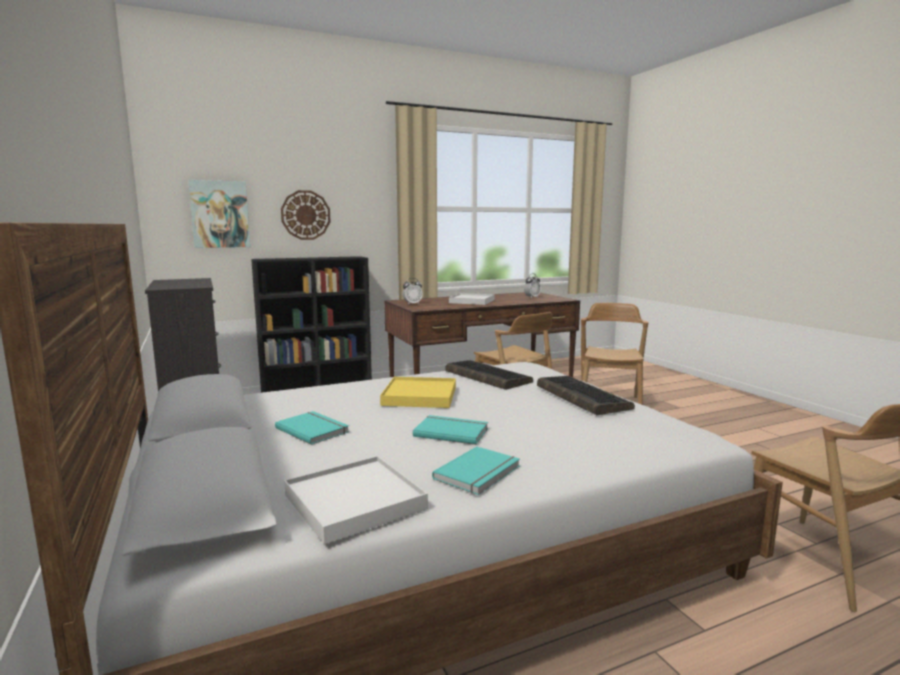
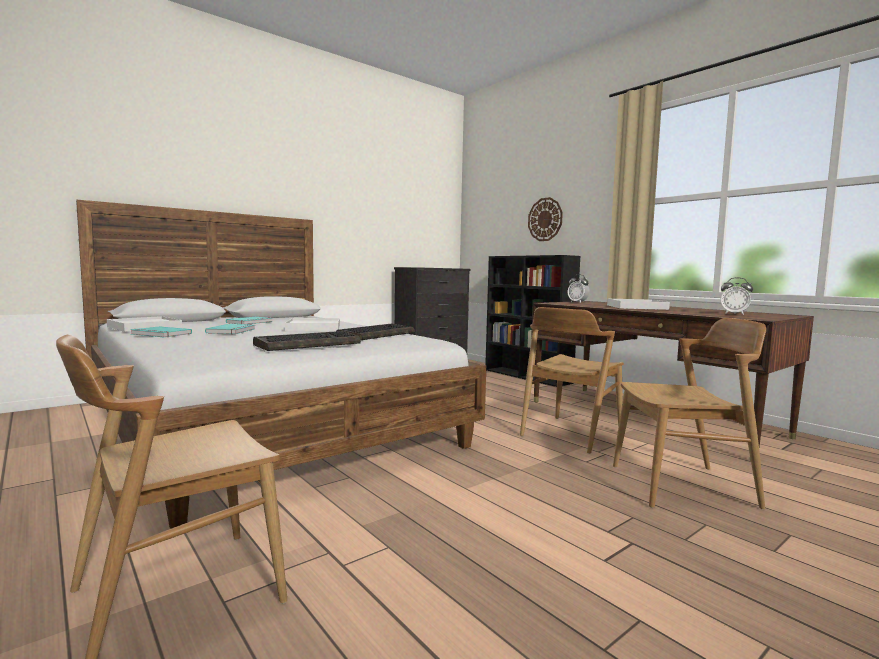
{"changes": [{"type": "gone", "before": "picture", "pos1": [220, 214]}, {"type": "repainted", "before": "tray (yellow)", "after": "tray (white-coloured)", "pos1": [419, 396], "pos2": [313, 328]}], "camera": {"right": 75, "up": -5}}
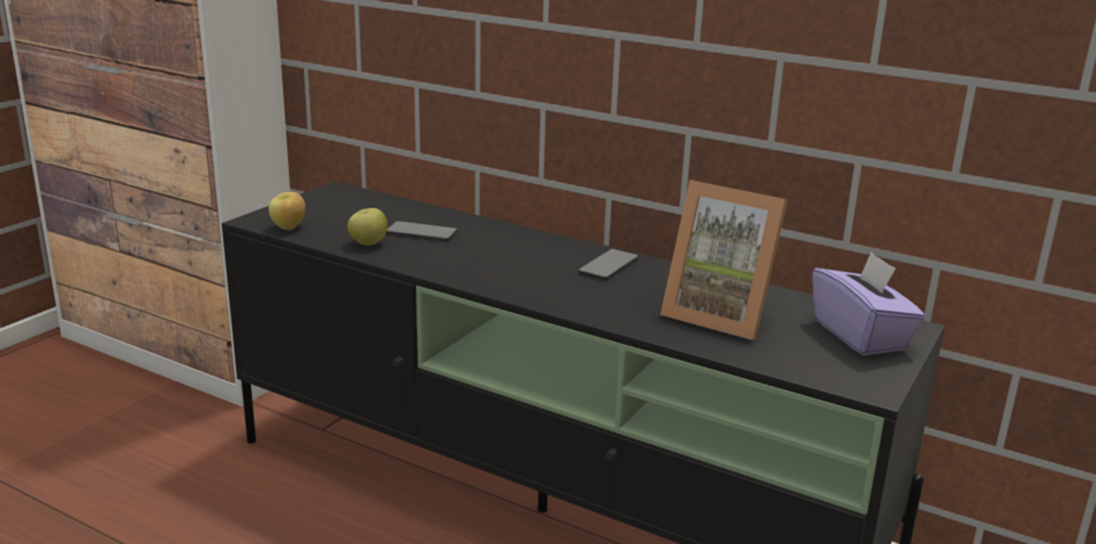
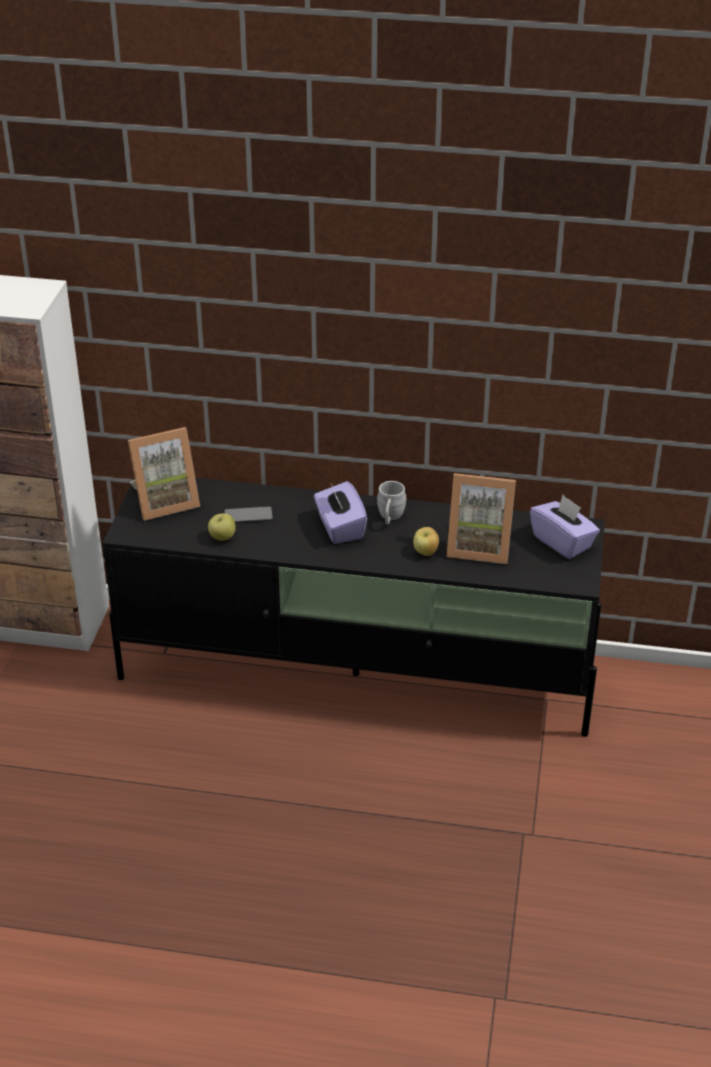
{"changes": [{"type": "shifted", "before": "whole apple", "pos1": [288, 228], "pos2": [426, 552]}, {"type": "swapped", "before": "phone", "after": "coffee mug (gray)", "pos1": [608, 266], "pos2": [390, 517]}, {"type": "new", "after": "photo frame", "pos2": [164, 501]}, {"type": "new", "after": "tissue holder (purple)", "pos2": [339, 528]}], "camera": {"right": -20, "up": 15}}
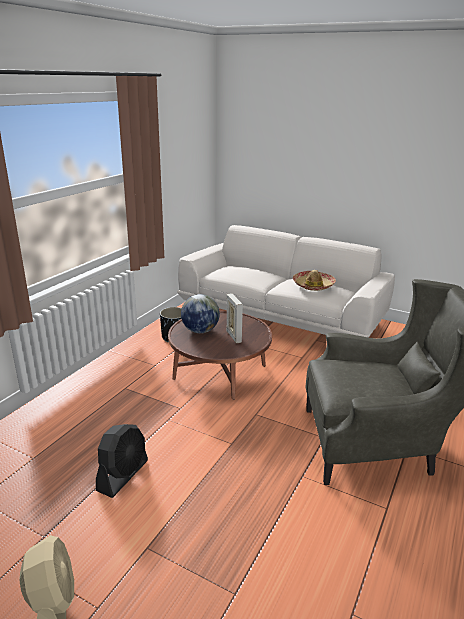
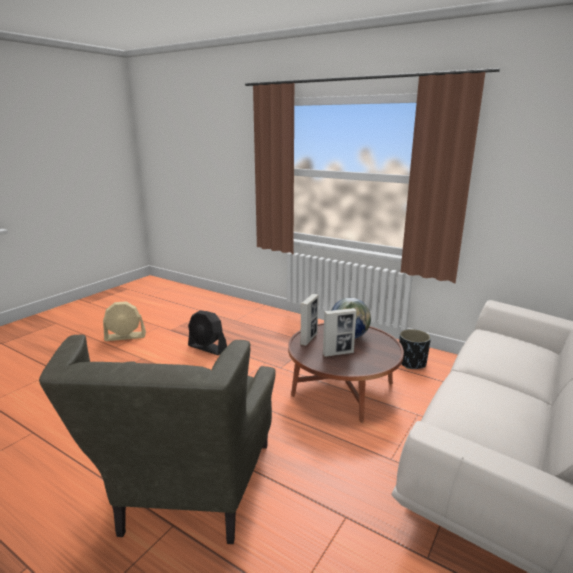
{"changes": [{"type": "gone", "before": "wearable hat", "pos1": [313, 285]}, {"type": "new", "after": "photo frame", "pos2": [308, 339]}], "camera": {"right": 95, "up": -5}}
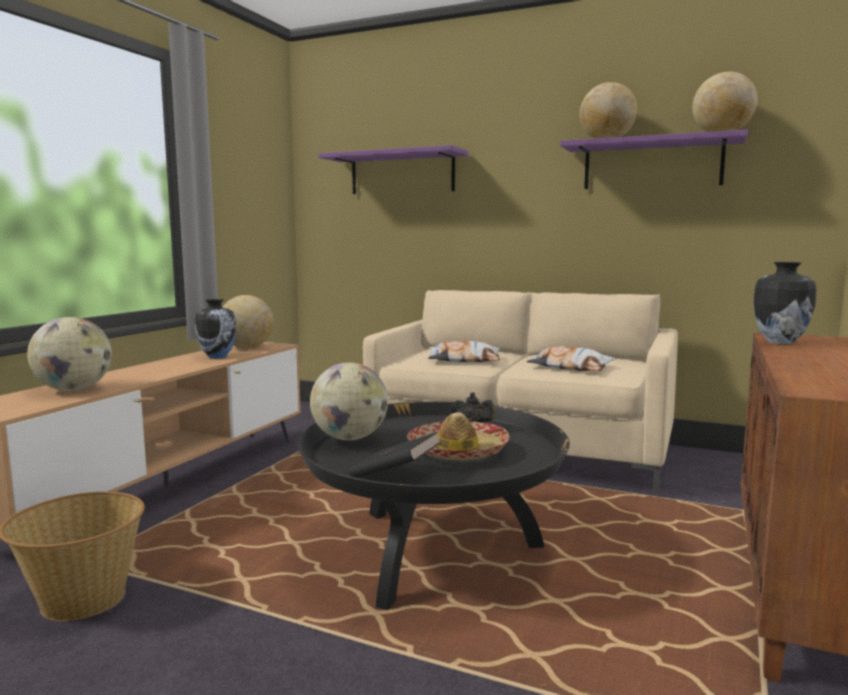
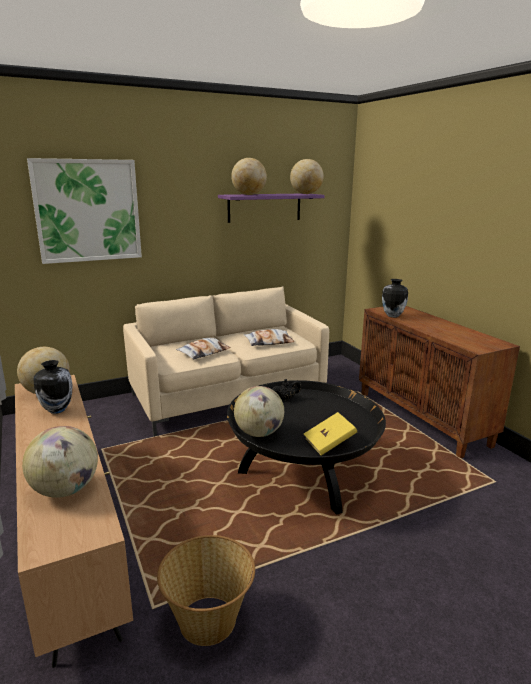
{"changes": [{"type": "swapped", "before": "shelf (purple)", "after": "picture", "pos1": [402, 173], "pos2": [88, 211]}, {"type": "gone", "before": "wearable hat", "pos1": [458, 451]}, {"type": "repainted", "before": "bound book (blackish)", "after": "bound book (yellow)", "pos1": [395, 475], "pos2": [329, 443]}], "camera": {"right": -50, "up": 10}}
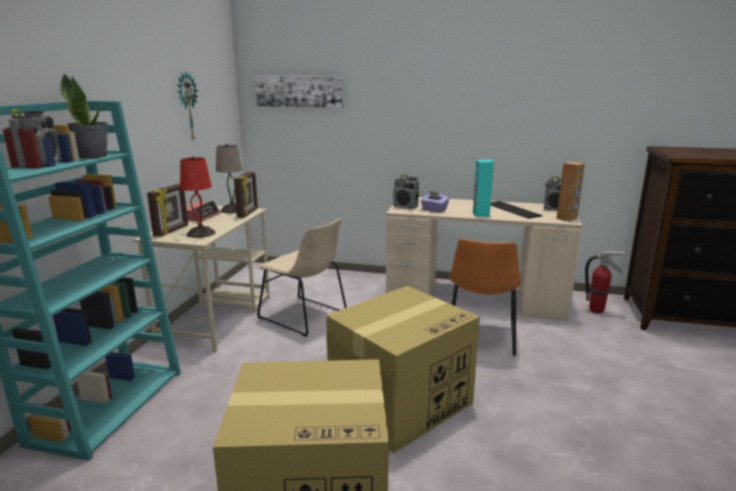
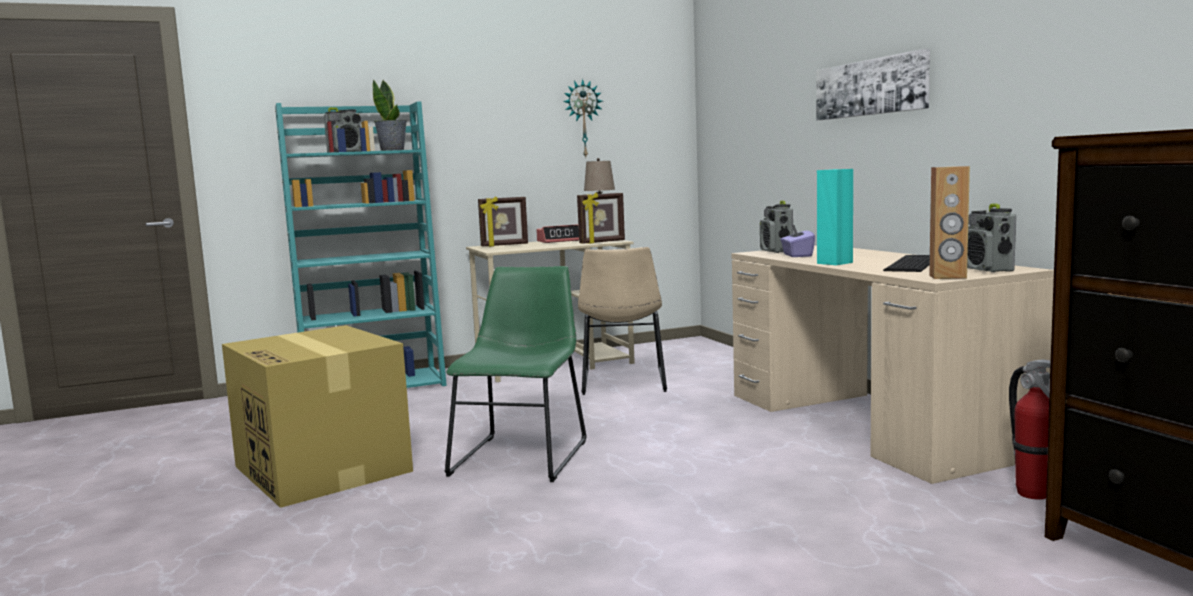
{"changes": [{"type": "shifted", "before": "picture", "pos1": [299, 91], "pos2": [871, 87]}, {"type": "gone", "before": "table lamp (reddish)", "pos1": [201, 233]}, {"type": "gone", "before": "chair (orangey)", "pos1": [480, 336]}, {"type": "swapped", "before": "packing box", "after": "chair (green-coloured)", "pos1": [401, 401], "pos2": [522, 455]}], "camera": {"right": 55, "up": -10}}
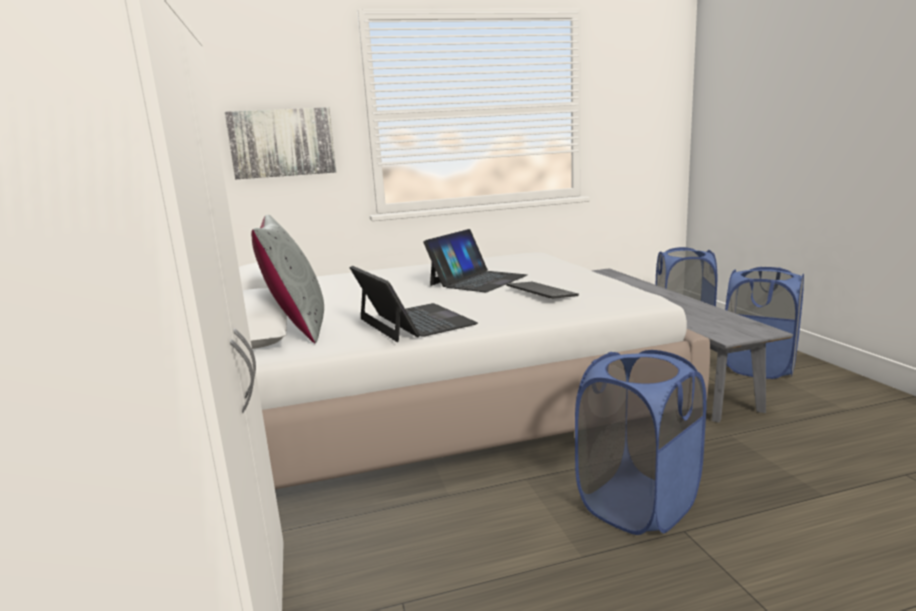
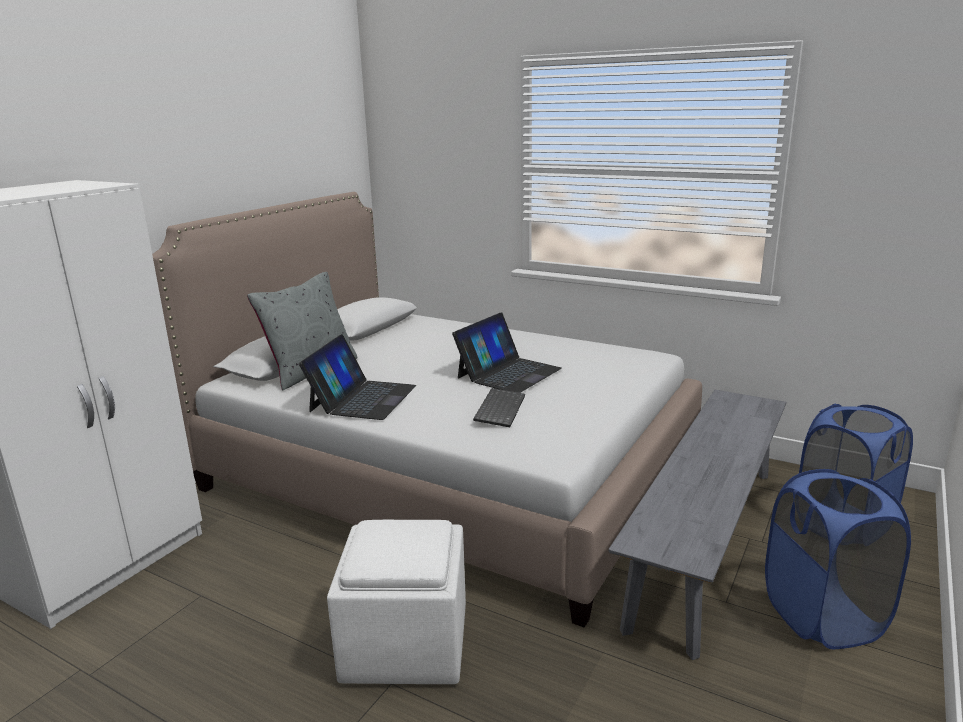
{"changes": [{"type": "gone", "before": "picture", "pos1": [282, 143]}, {"type": "rotated", "before": "portable computer", "pos1": [478, 280], "pos2": [508, 373], "turn": -45}, {"type": "swapped", "before": "hamper (bluish)", "after": "ottoman (white-coloured)", "pos1": [637, 504], "pos2": [407, 643]}], "camera": {"right": 45, "up": 5}}
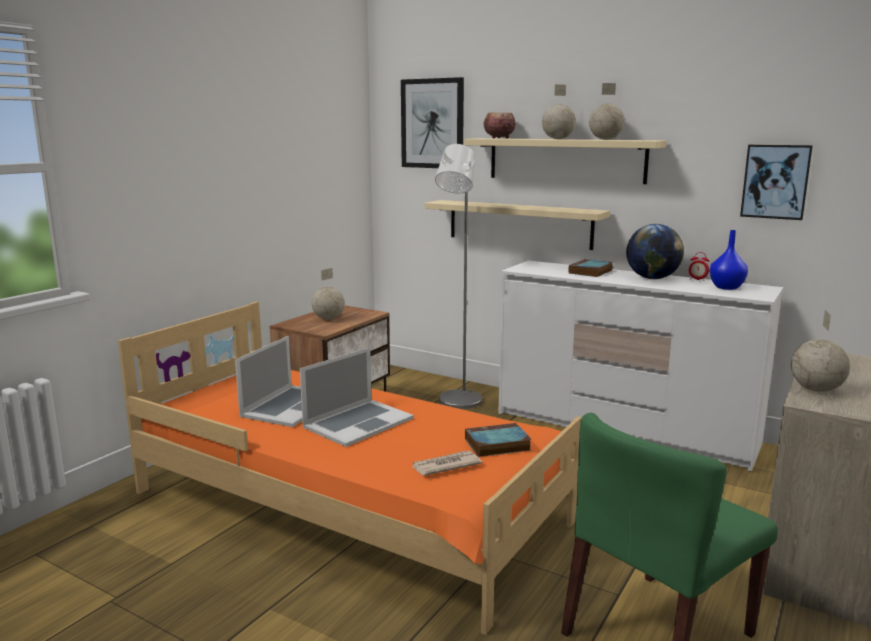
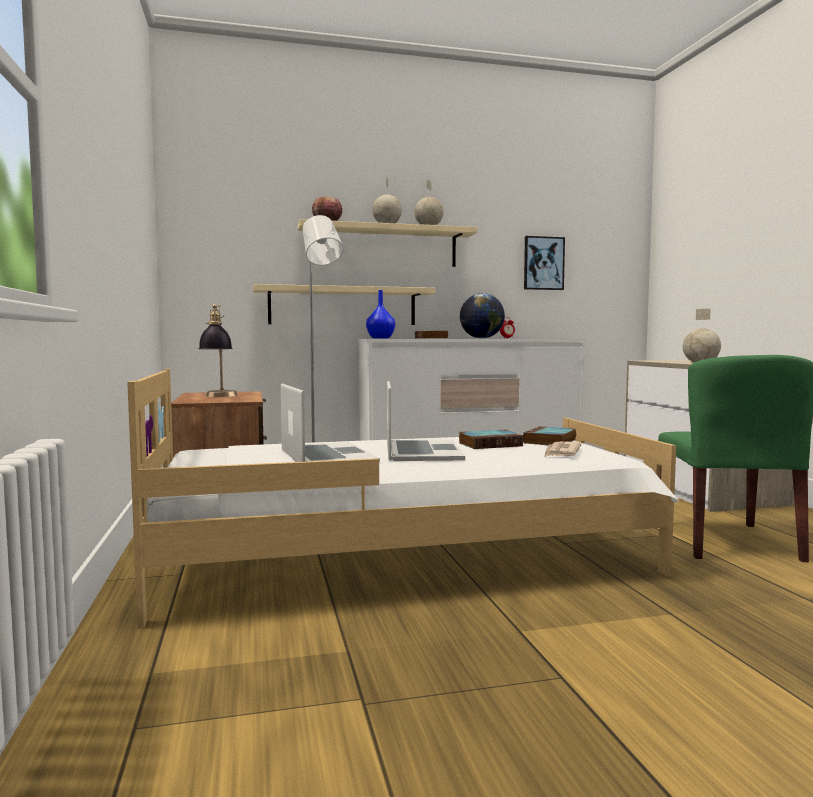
{"changes": [{"type": "gone", "before": "picture", "pos1": [432, 124]}, {"type": "shifted", "before": "vase (bluish)", "pos1": [726, 287], "pos2": [380, 338]}, {"type": "swapped", "before": "desk globe", "after": "table lamp", "pos1": [329, 319], "pos2": [219, 396]}, {"type": "repainted", "before": "bed (orangey)", "after": "bed (white-coloured)", "pos1": [351, 506], "pos2": [404, 557]}, {"type": "new", "after": "bound book", "pos2": [491, 444]}], "camera": {"right": -45, "up": -10}}
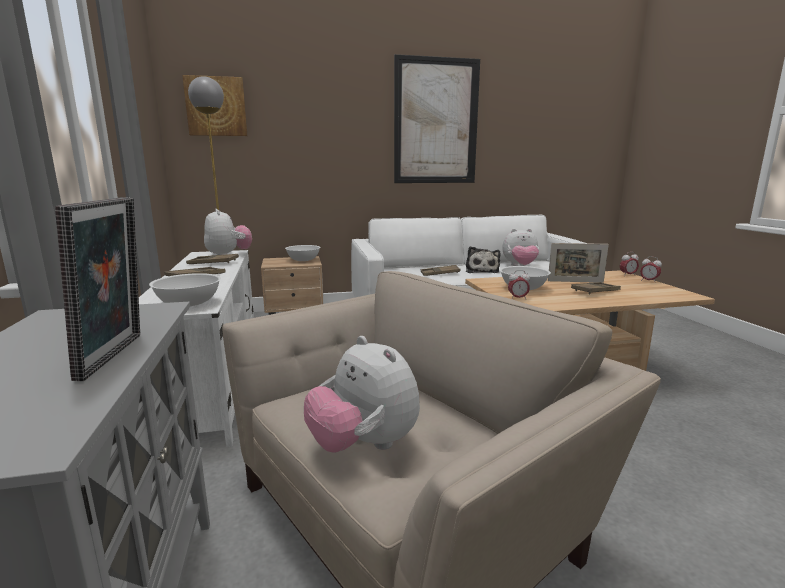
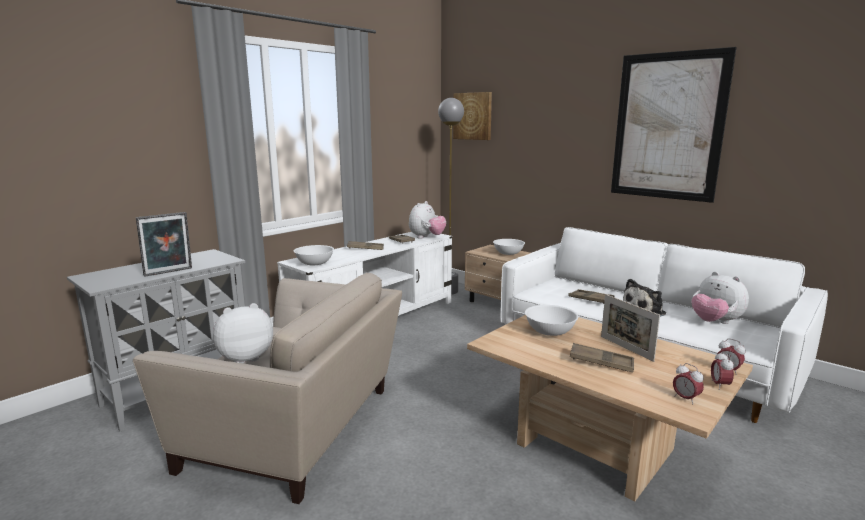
{"changes": [{"type": "shifted", "before": "table clock", "pos1": [517, 298], "pos2": [685, 399]}, {"type": "rotated", "before": "cuddly toy", "pos1": [363, 445], "pos2": [245, 358], "turn": 45}], "camera": {"right": 55, "up": 0}}
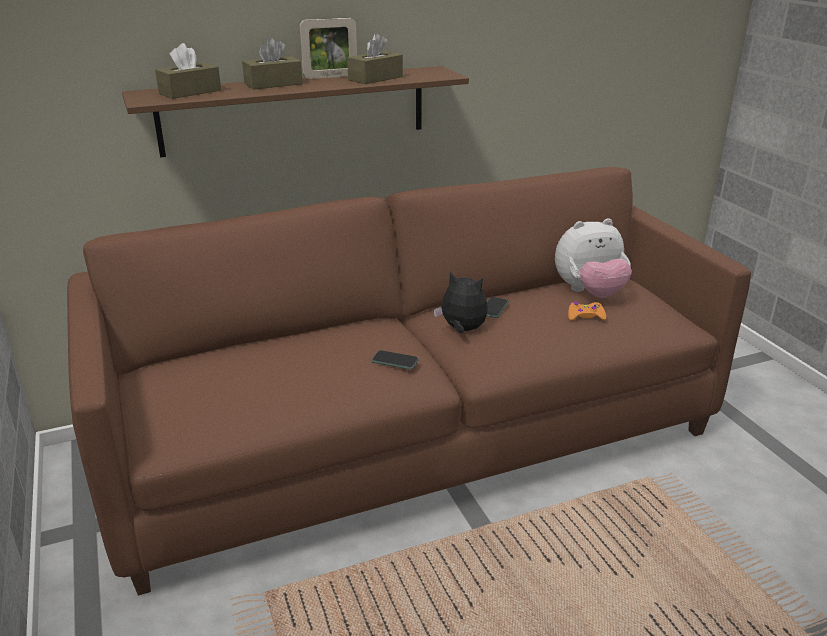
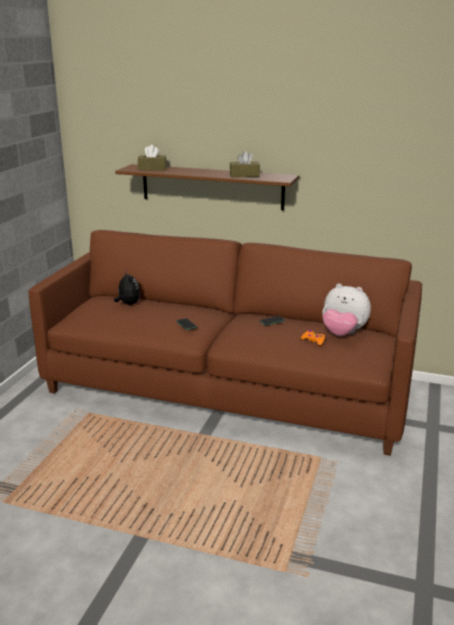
{"changes": [{"type": "gone", "before": "photo frame", "pos1": [330, 77]}, {"type": "gone", "before": "tissue holder (brown)", "pos1": [273, 84]}, {"type": "shifted", "before": "cuddly toy", "pos1": [462, 330], "pos2": [128, 304]}], "camera": {"right": 40, "up": -5}}
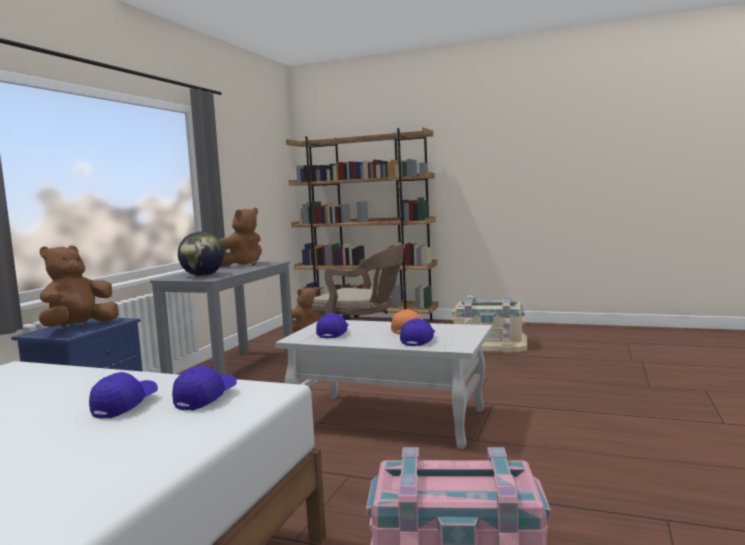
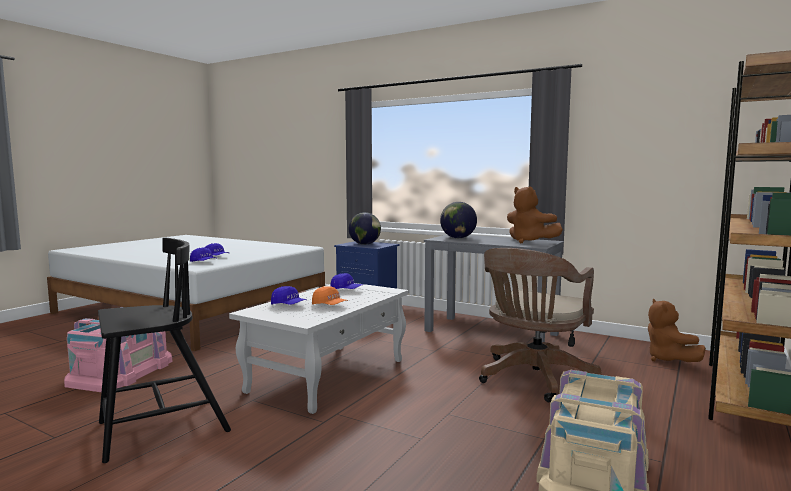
{"changes": [{"type": "swapped", "before": "cuddly toy (brown)", "after": "desk globe", "pos1": [79, 327], "pos2": [365, 244]}, {"type": "new", "after": "chair (blackish)", "pos2": [160, 428]}], "camera": {"right": 100, "up": 0}}
